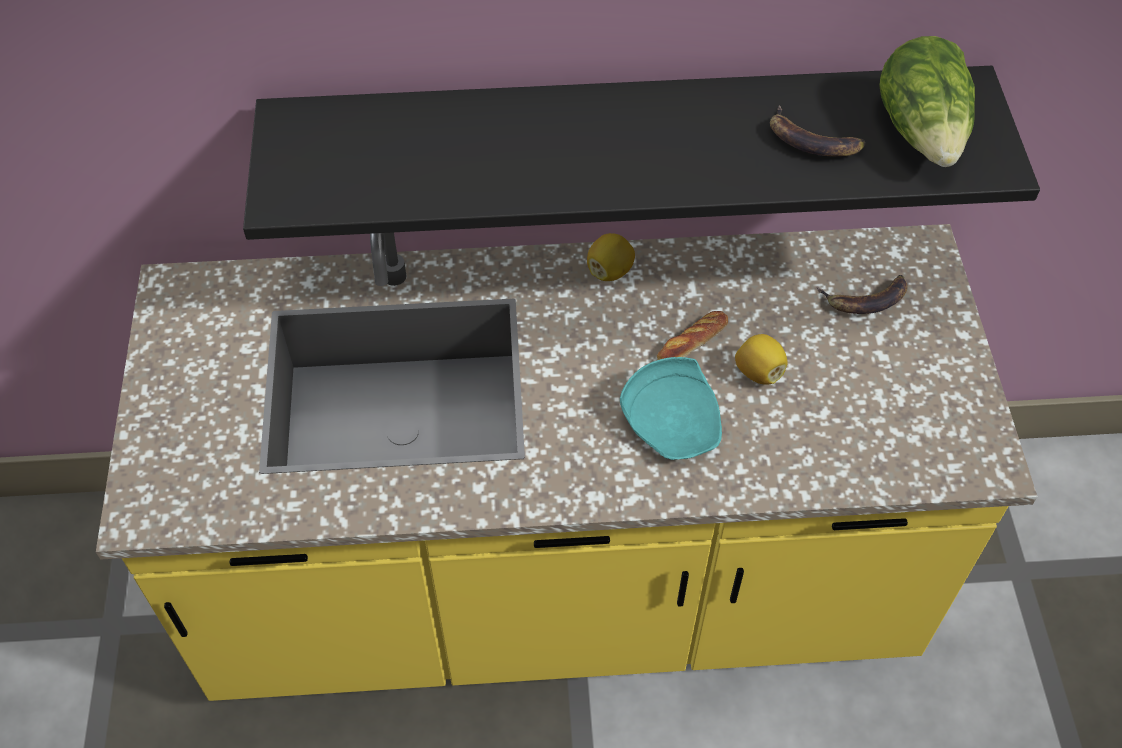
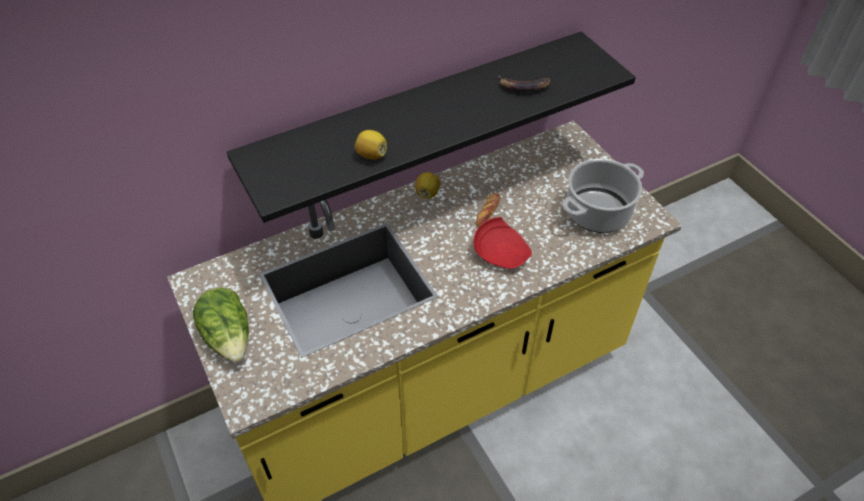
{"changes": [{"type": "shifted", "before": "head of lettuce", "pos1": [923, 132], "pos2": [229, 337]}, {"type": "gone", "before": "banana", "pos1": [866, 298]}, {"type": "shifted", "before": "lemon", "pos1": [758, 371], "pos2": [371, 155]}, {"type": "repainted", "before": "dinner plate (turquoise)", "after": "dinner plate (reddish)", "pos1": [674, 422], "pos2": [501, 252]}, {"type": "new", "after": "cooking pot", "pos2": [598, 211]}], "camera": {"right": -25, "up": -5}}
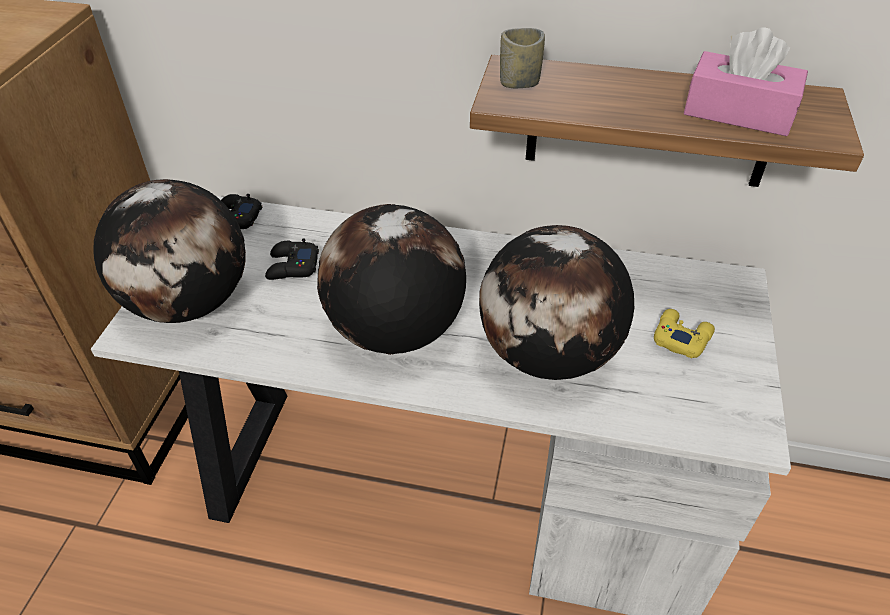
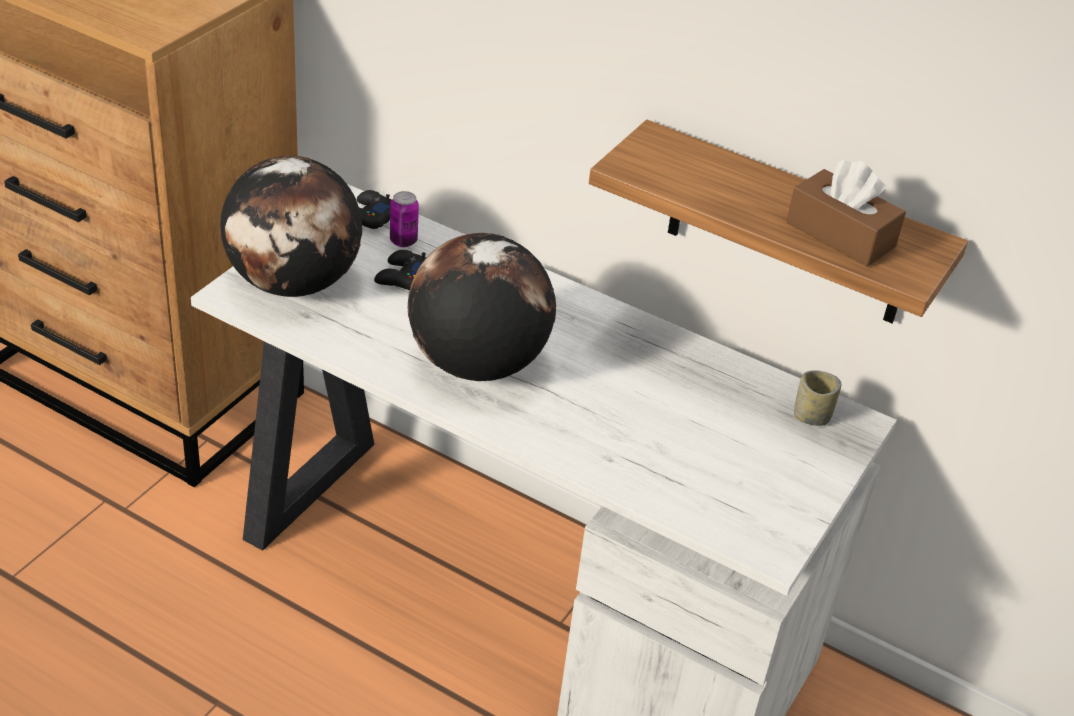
{"changes": [{"type": "repainted", "before": "tissue holder (pink)", "after": "tissue holder (brown)", "pos1": [738, 112], "pos2": [840, 235]}, {"type": "shifted", "before": "small cup", "pos1": [519, 82], "pos2": [811, 416]}, {"type": "gone", "before": "desk globe", "pos1": [548, 355]}, {"type": "gone", "before": "gamepad (yellow)", "pos1": [681, 337]}, {"type": "new", "after": "sealed can", "pos2": [403, 241]}], "camera": {"right": 15, "up": -5}}
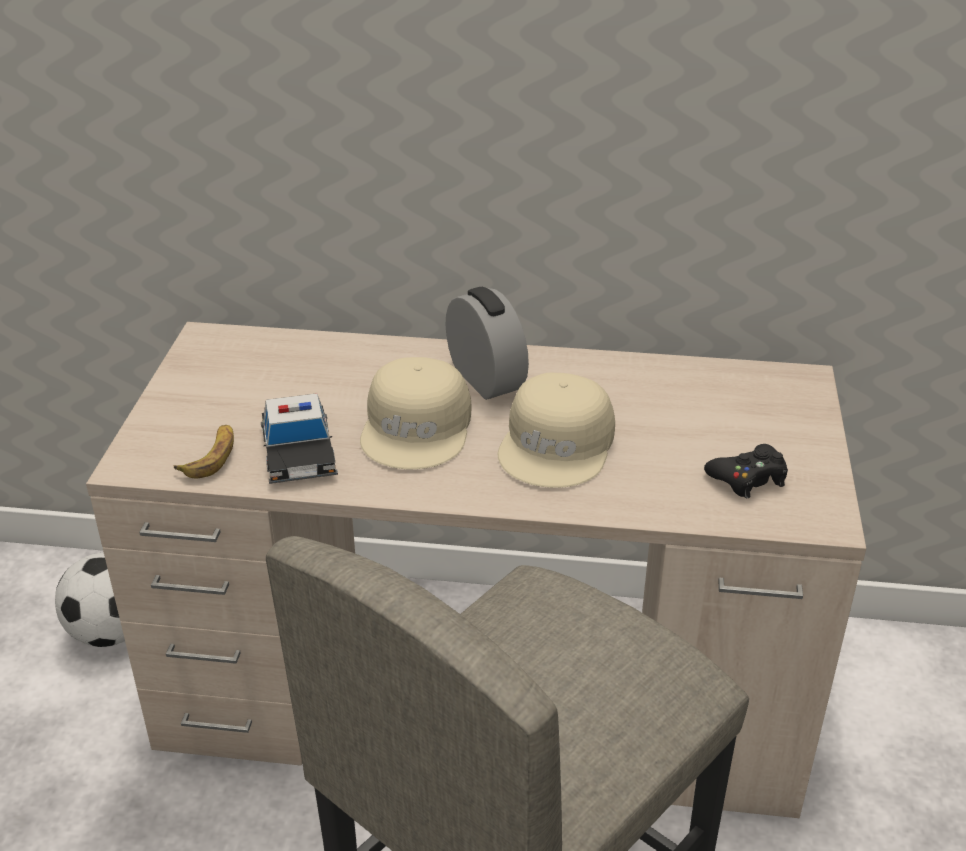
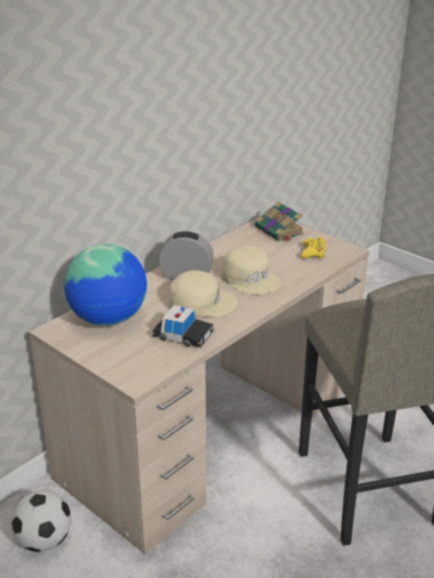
{"changes": [{"type": "rotated", "before": "peaked cap (beige)", "pos1": [418, 427], "pos2": [201, 302], "turn": -45}, {"type": "gone", "before": "banana", "pos1": [211, 456]}, {"type": "repainted", "before": "gamepad (blackish)", "after": "gamepad (yellow)", "pos1": [748, 478], "pos2": [313, 253]}, {"type": "new", "after": "bound book", "pos2": [279, 231]}, {"type": "new", "after": "desk globe", "pos2": [109, 319]}], "camera": {"right": -55, "up": -5}}
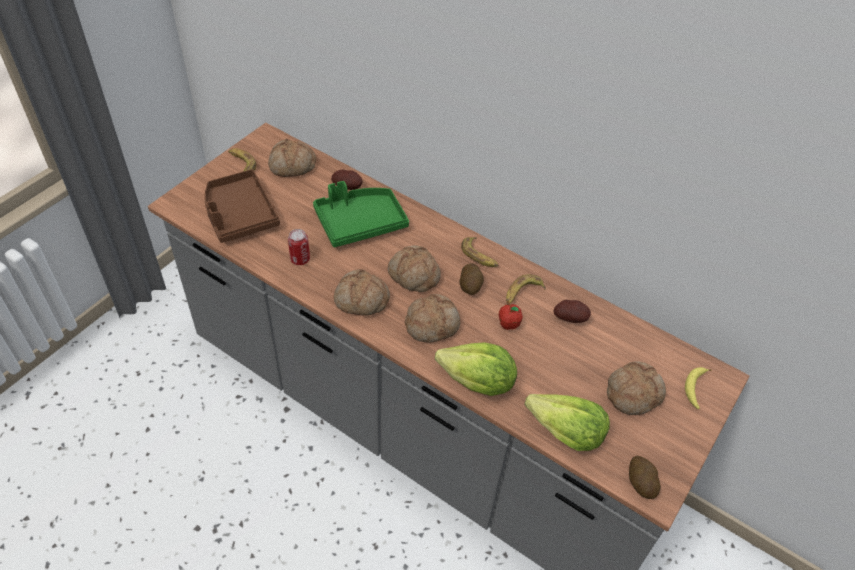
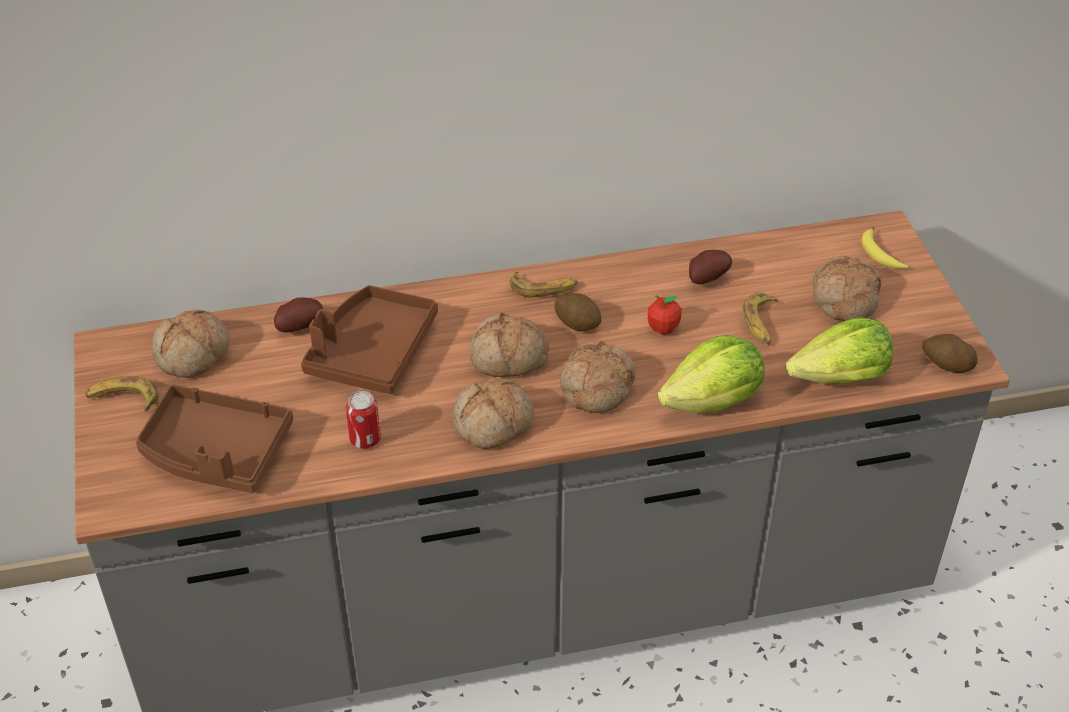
{"changes": [{"type": "repainted", "before": "tray (green-coloured)", "after": "tray (brown)", "pos1": [360, 223], "pos2": [372, 352]}, {"type": "shifted", "before": "banana", "pos1": [522, 293], "pos2": [761, 324]}], "camera": {"right": -45, "up": -5}}
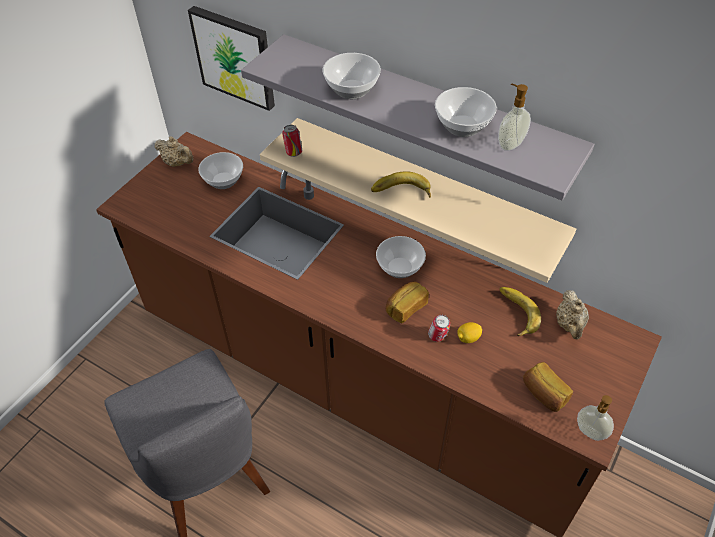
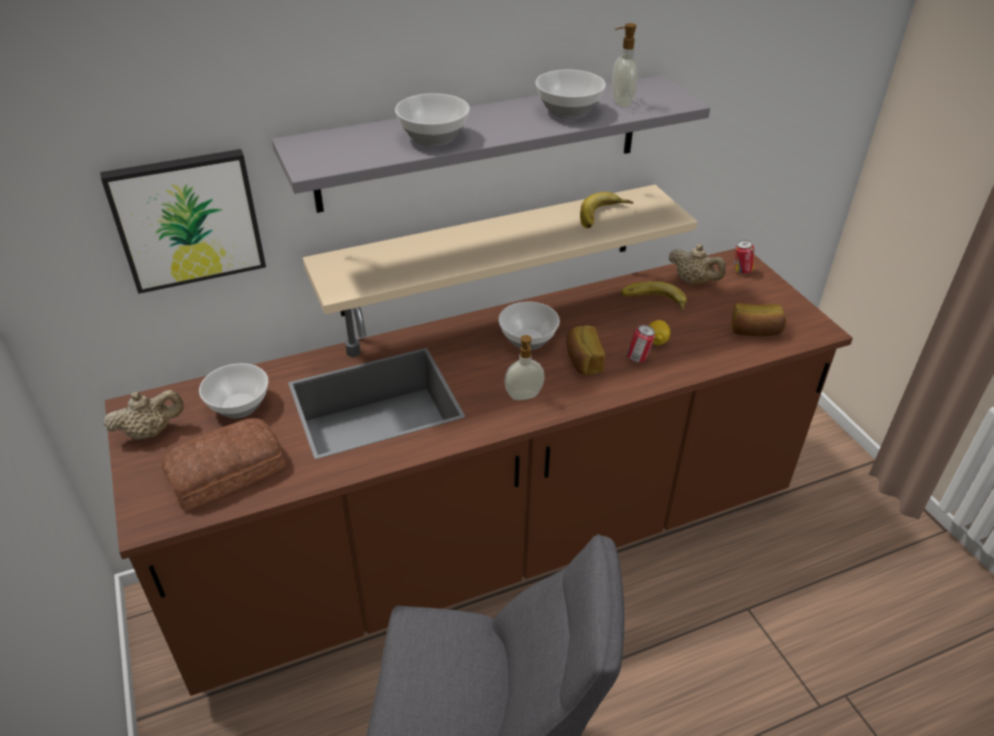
{"changes": [{"type": "shifted", "before": "sealed can", "pos1": [293, 152], "pos2": [741, 271]}, {"type": "shifted", "before": "banana", "pos1": [401, 192], "pos2": [604, 216]}, {"type": "shifted", "before": "soap bottle", "pos1": [589, 433], "pos2": [524, 396]}, {"type": "new", "after": "bread", "pos2": [228, 472]}], "camera": {"right": -55, "up": -10}}
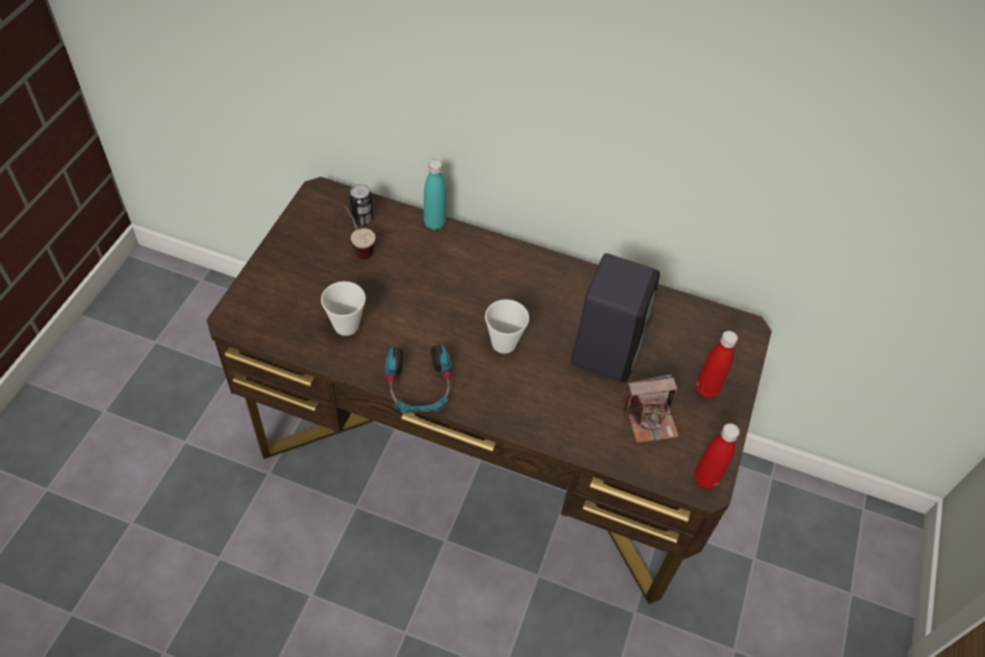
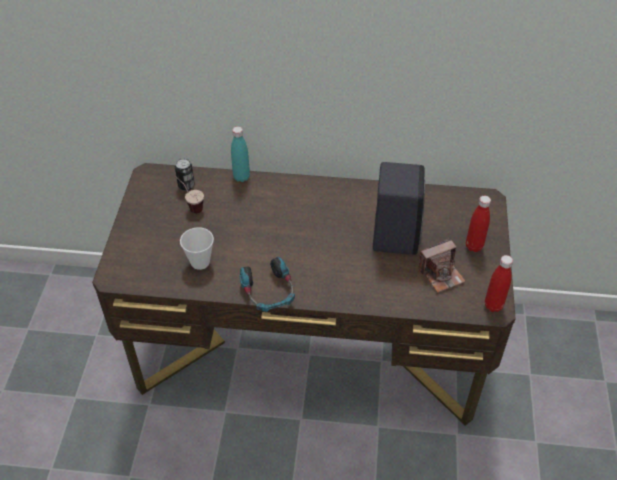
{"changes": [{"type": "gone", "before": "small cup", "pos1": [504, 343]}], "camera": {"right": -10, "up": -5}}
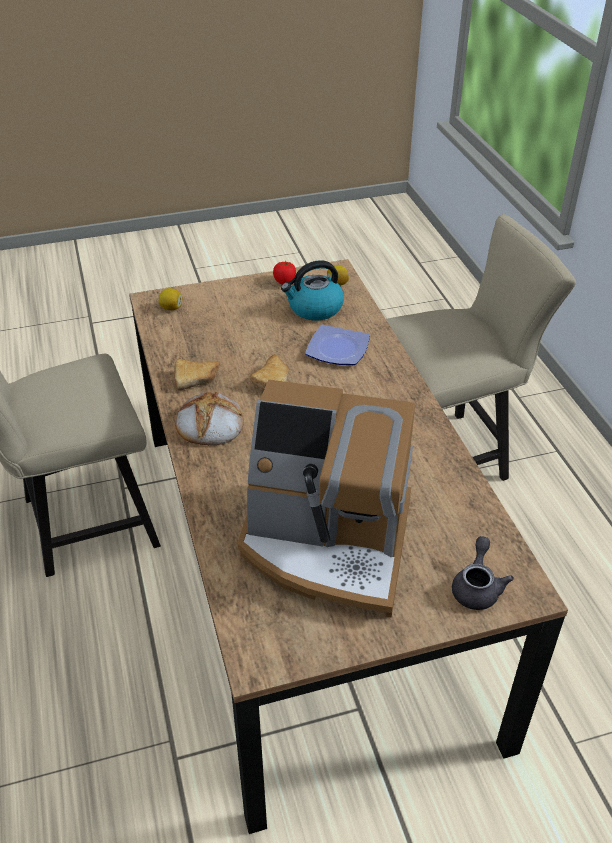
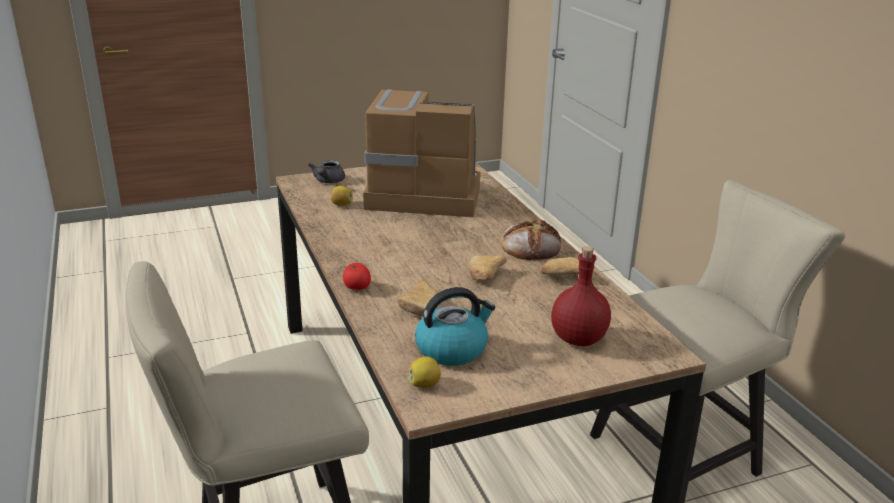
{"changes": [{"type": "shifted", "before": "fresh tomato", "pos1": [284, 281], "pos2": [357, 287]}, {"type": "shifted", "before": "lemon", "pos1": [171, 308], "pos2": [342, 205]}, {"type": "swapped", "before": "dinner plate", "after": "bread", "pos1": [337, 348], "pos2": [421, 305]}, {"type": "new", "after": "beverage bottle (reddish)", "pos2": [577, 338]}], "camera": {"right": 175, "up": -15}}
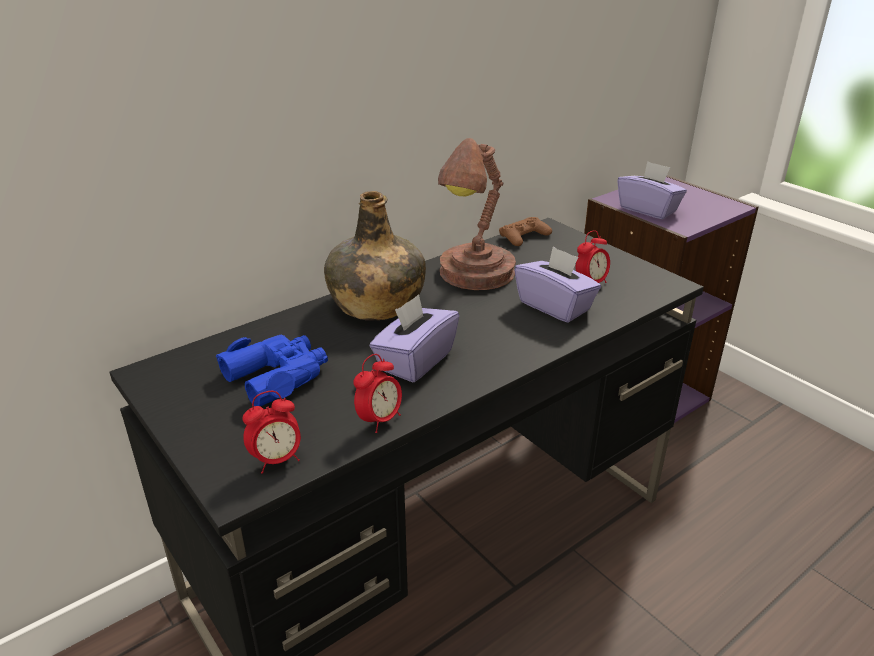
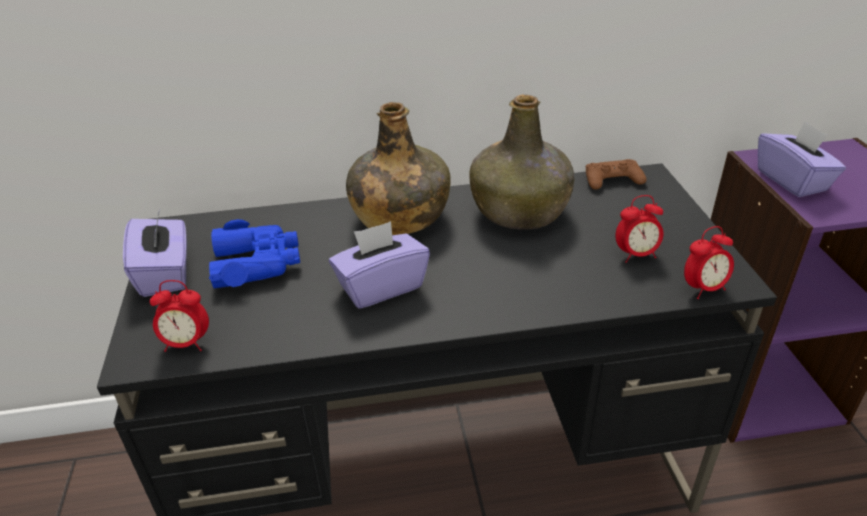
{"changes": [{"type": "swapped", "before": "table lamp (brown)", "after": "beverage bottle (green-coloured)", "pos1": [474, 275], "pos2": [520, 210]}, {"type": "shifted", "before": "tissue holder (purple)", "pos1": [555, 306], "pos2": [166, 274]}, {"type": "shifted", "before": "table clock", "pos1": [379, 420], "pos2": [703, 288]}], "camera": {"right": 30, "up": 5}}
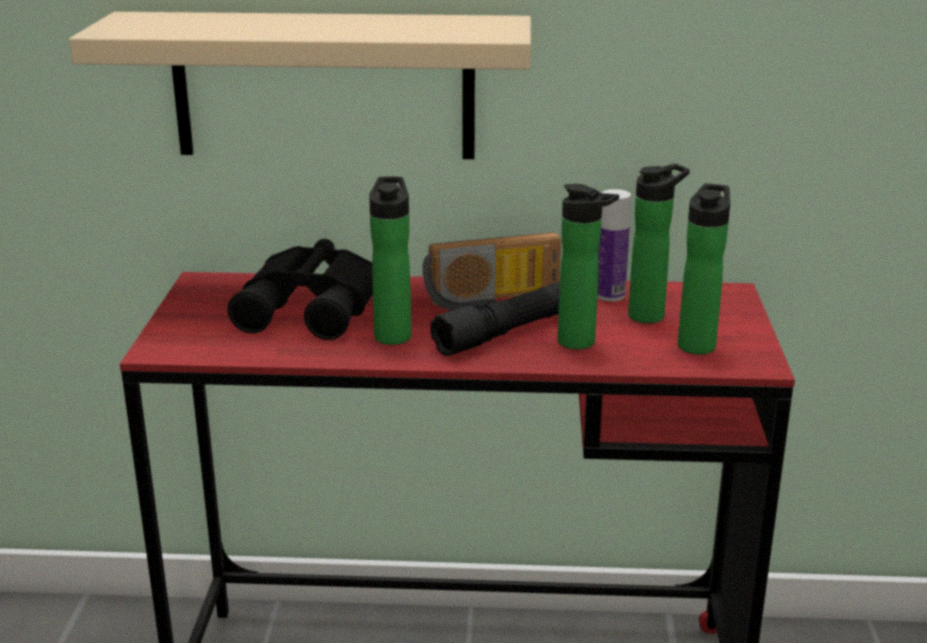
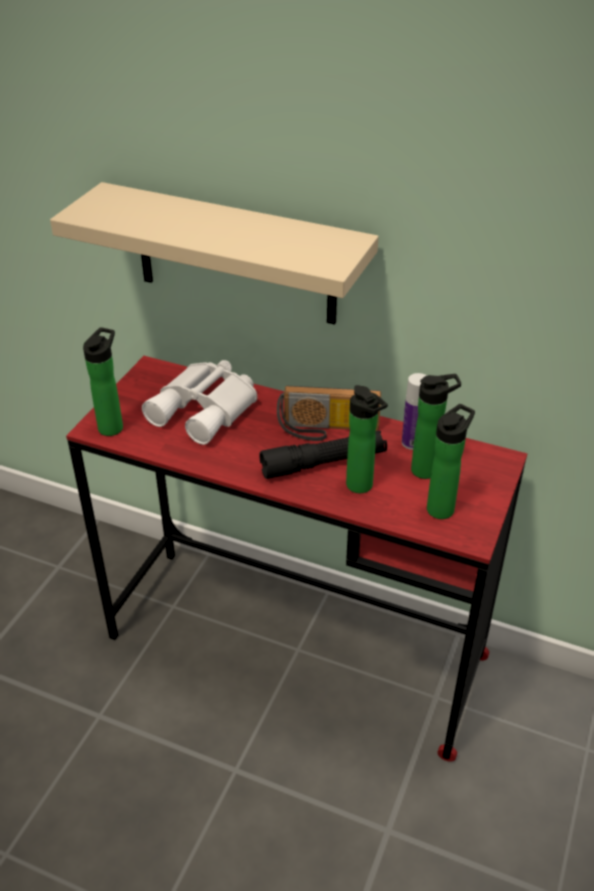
{"changes": [{"type": "shifted", "before": "beverage bottle", "pos1": [393, 334], "pos2": [112, 426]}, {"type": "repainted", "before": "field glasses (blackish)", "after": "field glasses (white-coloured)", "pos1": [313, 307], "pos2": [206, 409]}], "camera": {"right": 20, "up": 15}}
